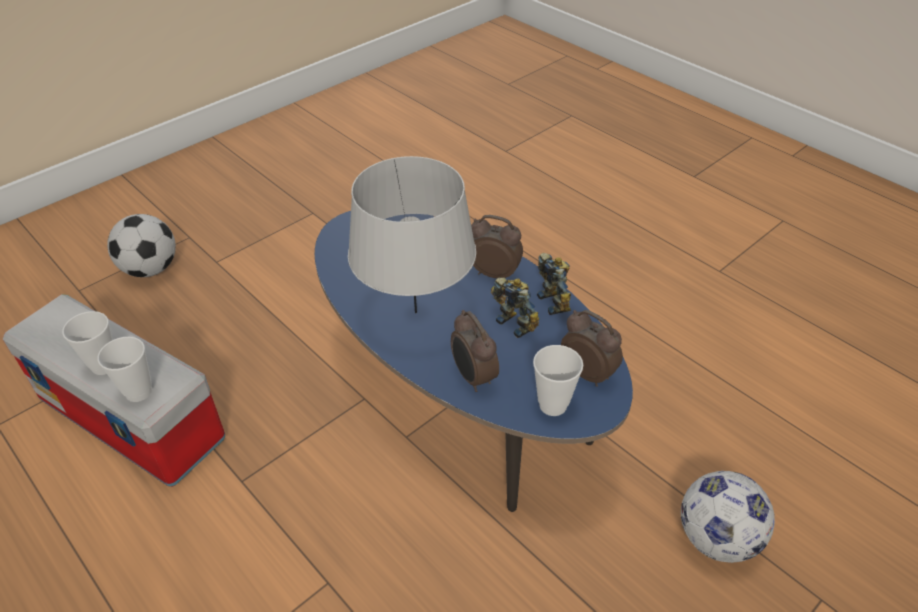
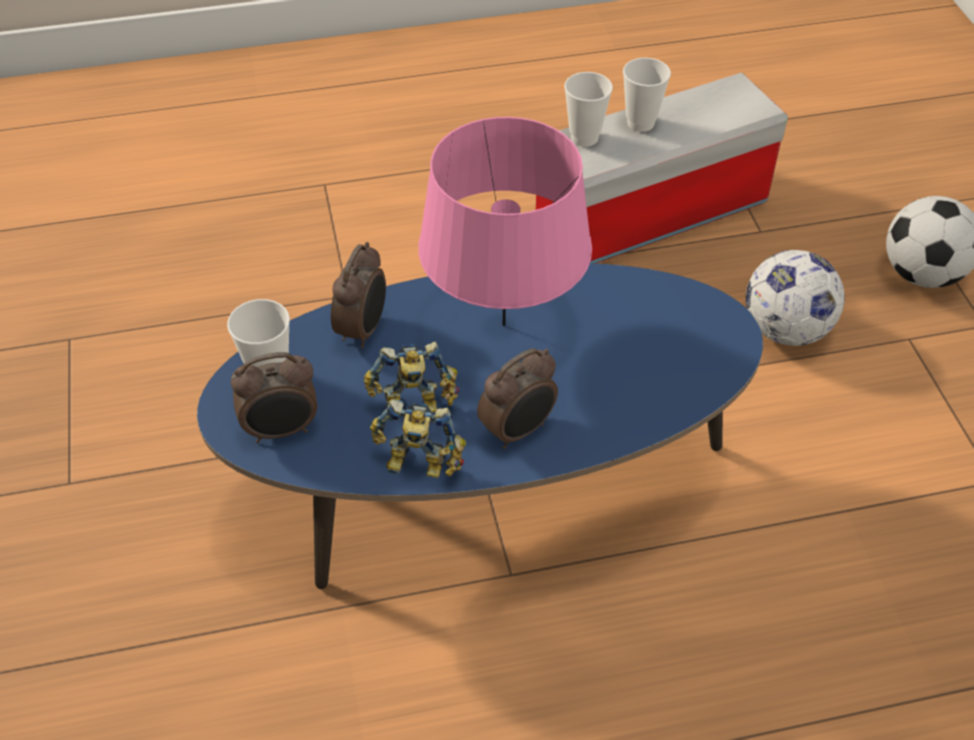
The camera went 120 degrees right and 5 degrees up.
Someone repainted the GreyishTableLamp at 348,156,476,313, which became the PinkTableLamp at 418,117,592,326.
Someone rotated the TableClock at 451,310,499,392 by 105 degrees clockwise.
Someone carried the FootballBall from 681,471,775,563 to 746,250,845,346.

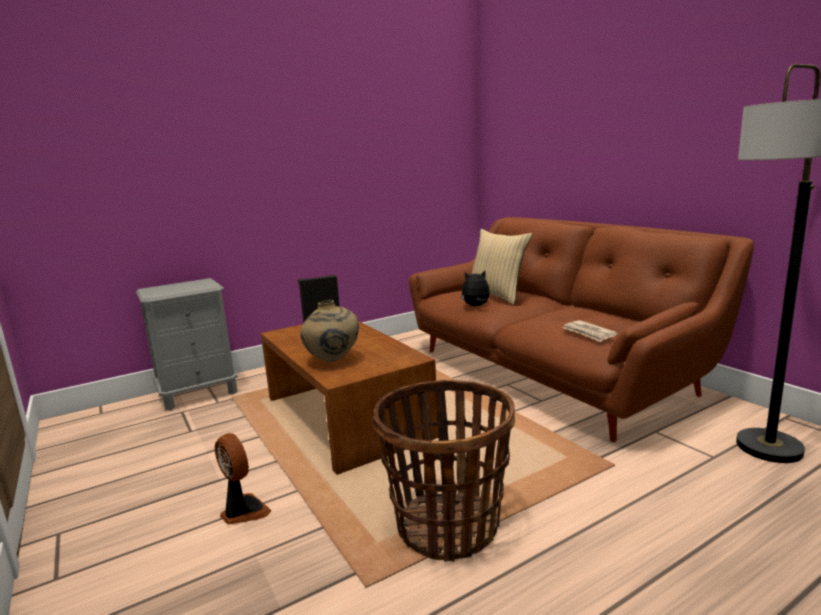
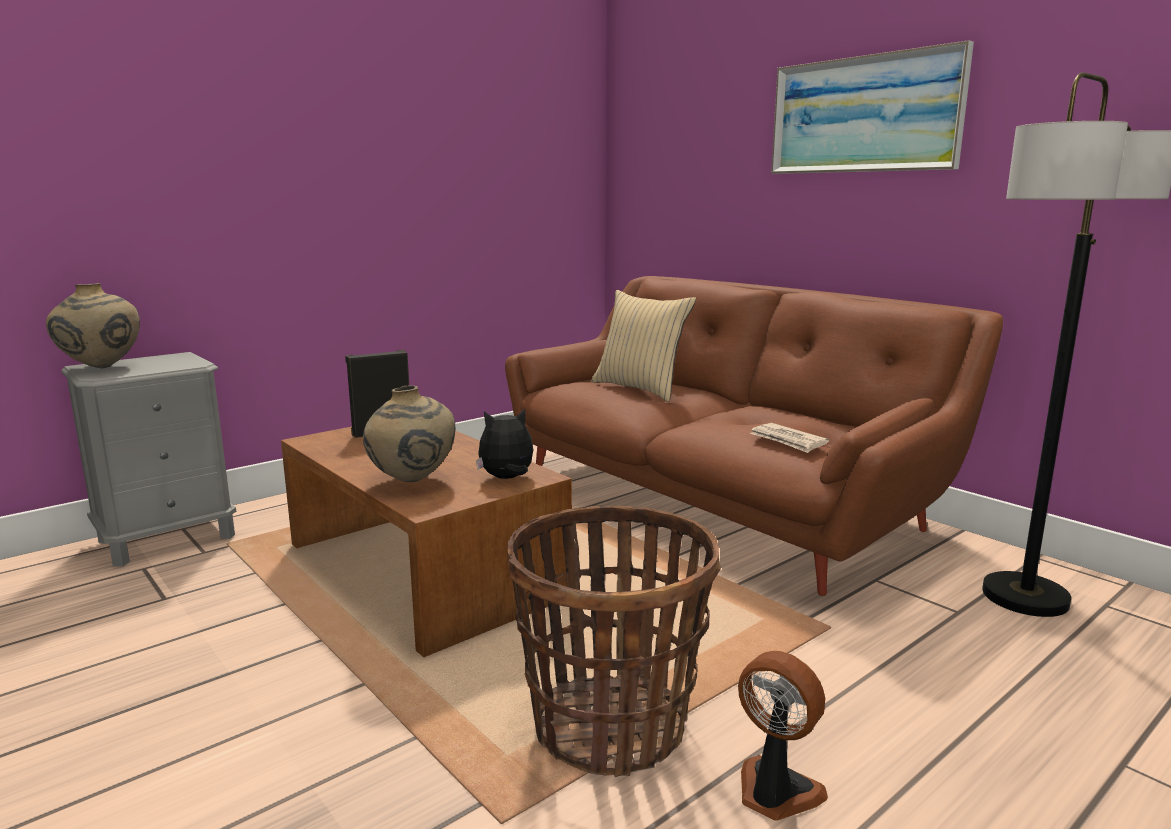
The camera went 10 degrees left and 0 degrees up.
Someone carried the Fan from 215,433,272,525 to 738,651,828,821.
Someone carried the CuddlyToy from 461,271,490,306 to 476,409,533,479.
Someone put down the SandColouredDecorativeVase at 46,283,140,368.
Someone put up the Picture at 771,40,974,174.

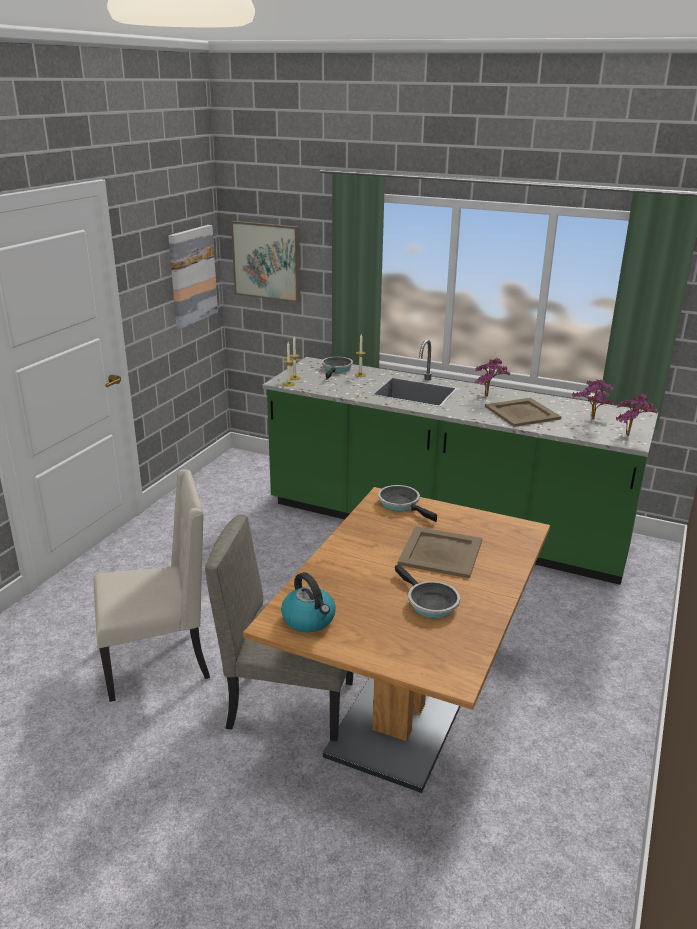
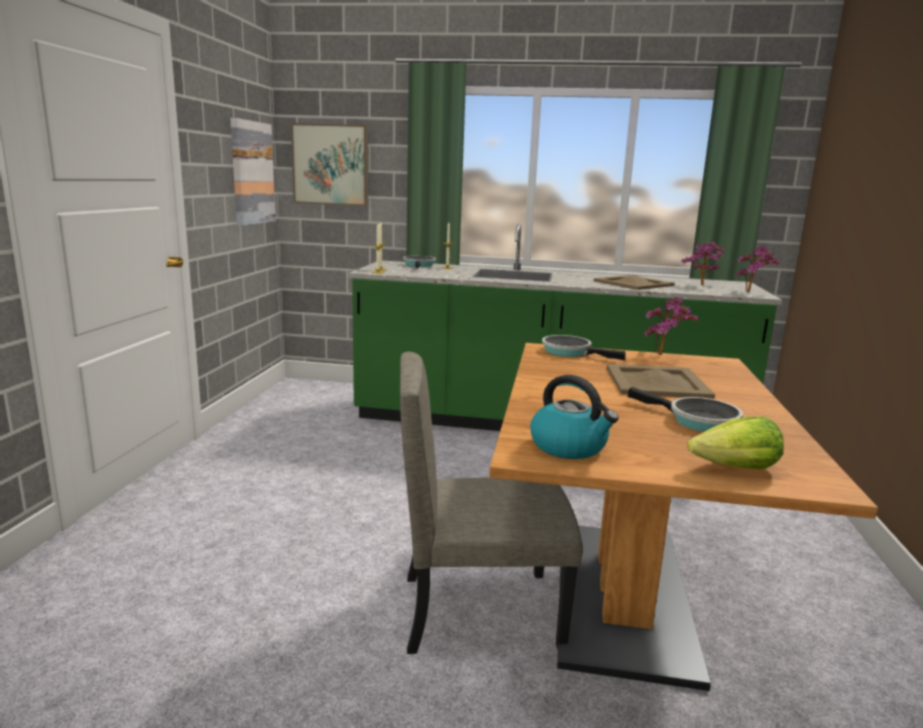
The camera went 15 degrees left and 10 degrees down.
Someone took away the SandColouredPlainChair at 94,469,210,702.
Someone carried the Houseplant from 475,358,510,397 to 644,297,698,355.
Someone put down the Lettuce at 687,417,784,469.

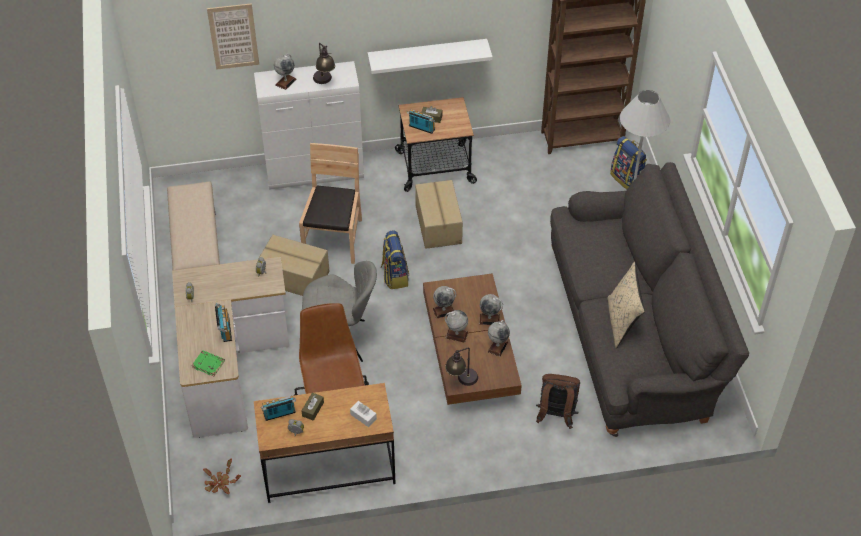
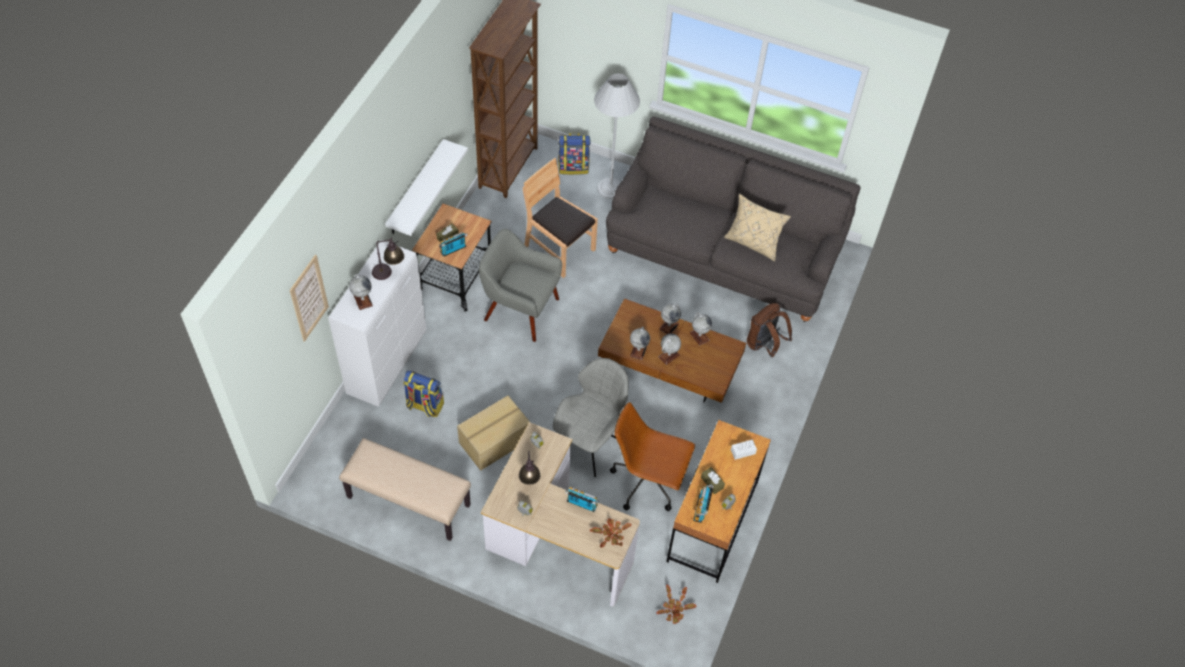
The camera went 60 degrees left and 5 degrees up.
Someone swapped the GreenColouredBook at 192,350,225,376 for the Houseplant at 590,518,631,548.
Someone carried the BrownishPlainChair from 299,143,362,264 to 523,158,598,278.
Someone carried the Rucksack from 381,231,409,289 to 403,370,444,417.
Someone swapped the Carton at 415,180,463,249 for the GreyishEasyChair at 479,229,562,342.
Someone carried the TableLamp from 445,347,478,386 to 519,451,540,485.

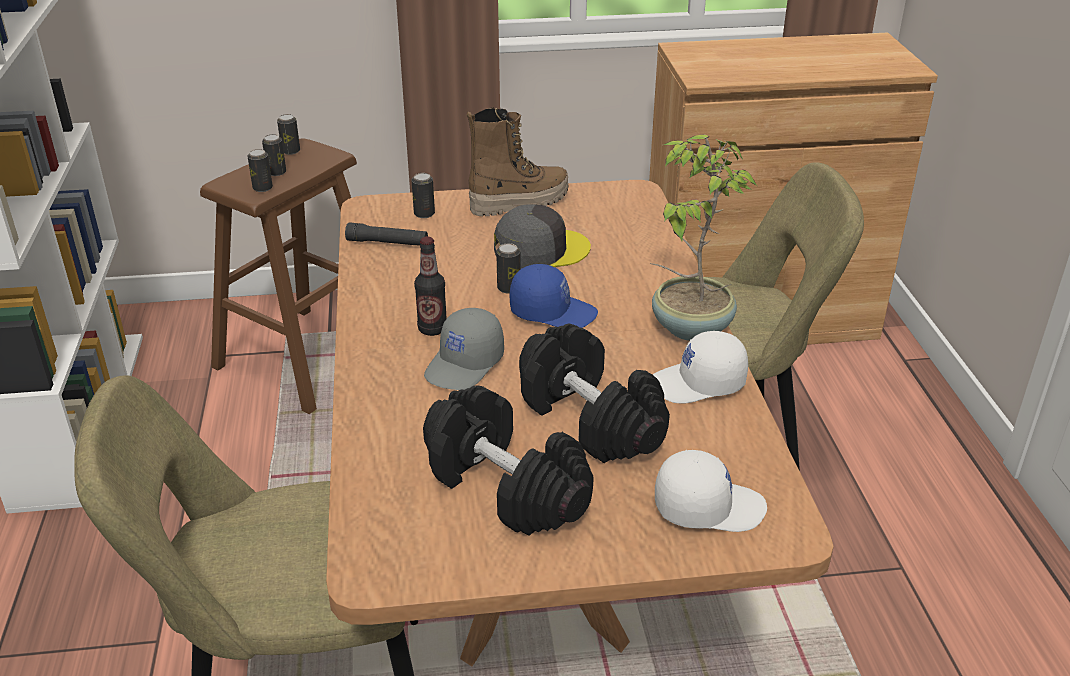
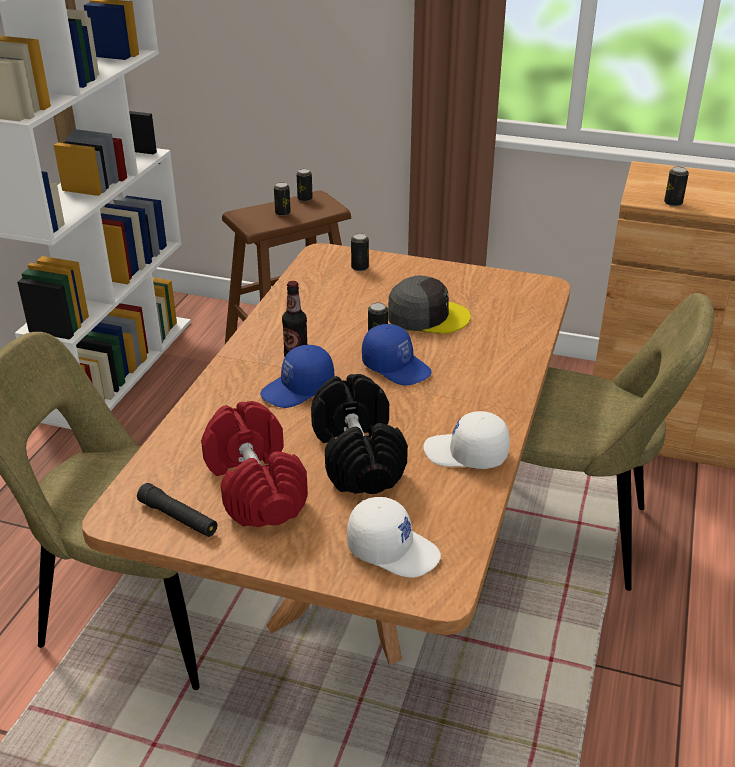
The camera went 25 degrees right and 0 degrees up.
Someone carried the MetalCan from 247,149,273,192 to 664,166,689,206.
Someone carried the BlackHandTorch from 345,222,428,246 to 137,483,217,537.
Someone repainted the BlackFreeWeight at 423,385,594,536, which became the RedColouredFreeWeight at 201,401,308,527.
Someone repainted the GreyishCap at 424,308,504,390, which became the BluishCap at 260,345,334,408.
Someone took away the Boot at 467,107,569,216.
Someone took away the Houseplant at 650,135,757,341.

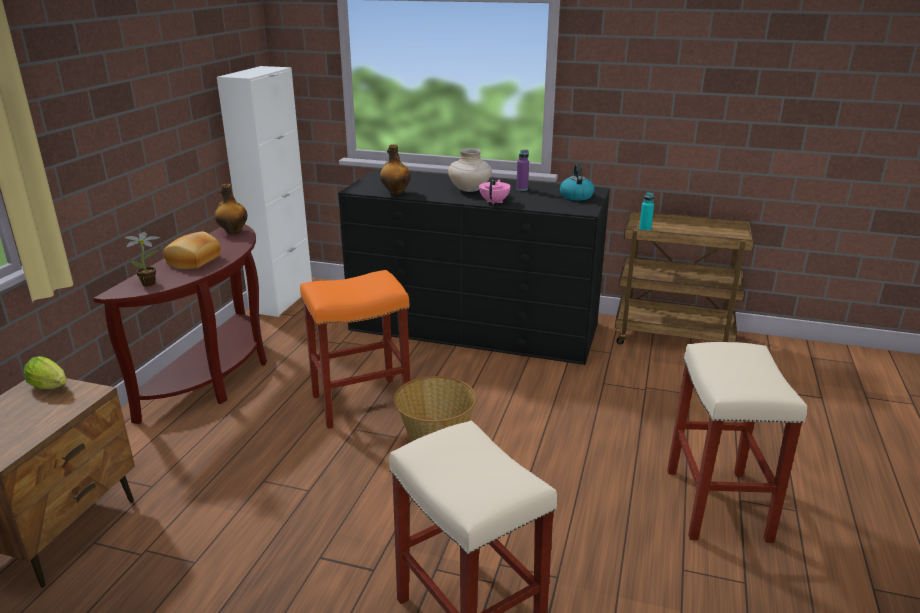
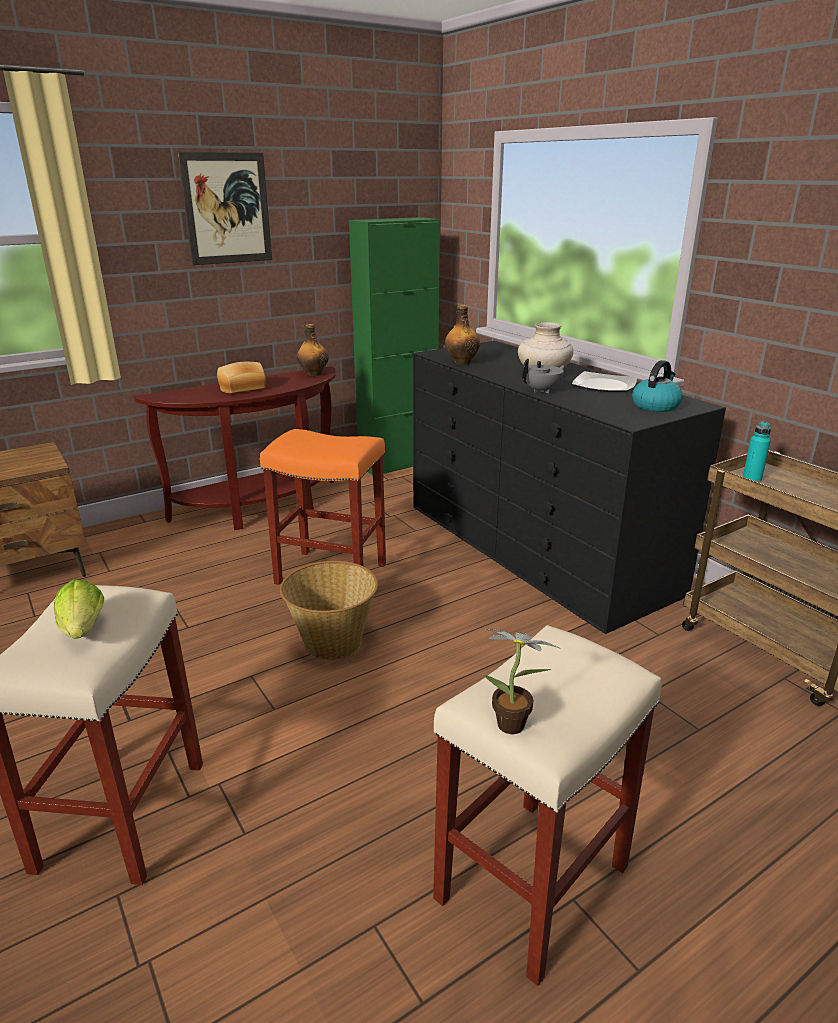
The camera went 40 degrees right and 0 degrees up.
Someone carried the Lettuce from 24,356,67,389 to 54,580,104,639.
Someone carried the Houseplant from 124,232,160,287 to 482,629,559,734.
Someone repainted the WhitishStorageCabinet at 217,66,312,317, which became the GreenColouredStorageCabinet at 349,217,440,475.
Someone repainted the PinkPotForTea at 479,179,511,204, which became the GreyishPotForTea at 521,358,566,394.
Someone swapped the PurplishBottle at 516,149,529,191 for the FlatDish at 572,371,637,392.
Someone put up the Picture at 177,152,272,265.

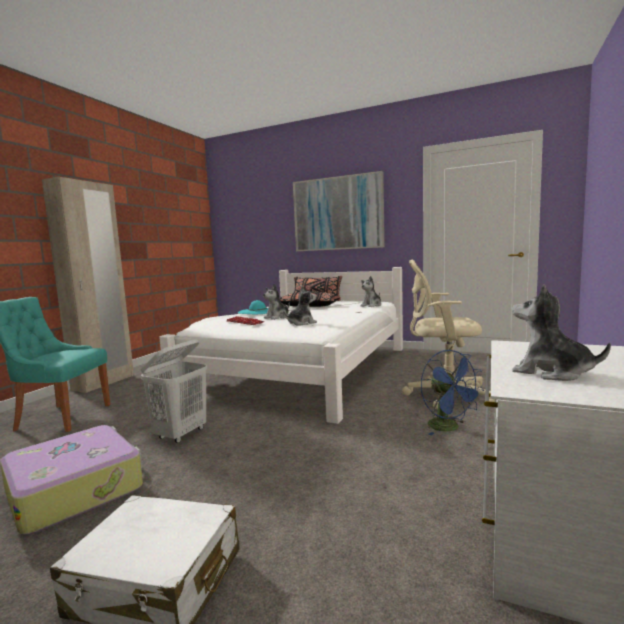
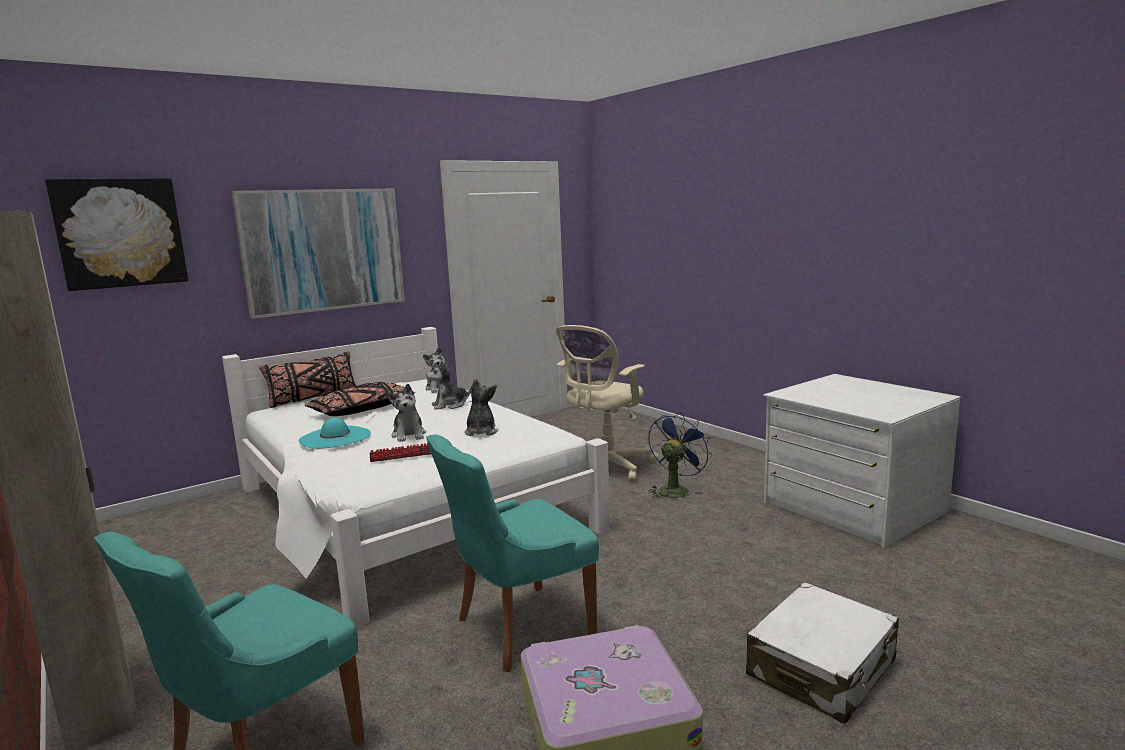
The camera went 60 degrees left and 5 degrees up.
Someone swapped the WhitishHamper at 141,339,207,443 for the BlueGreenPlainChair at 426,435,599,672.
Someone rotated the BluishFan at 421,350,484,435 by 60 degrees counterclockwise.
Someone carried the CuddlyToy from 512,284,611,381 to 426,361,473,410.
Someone put up the Picture at 45,178,188,291.

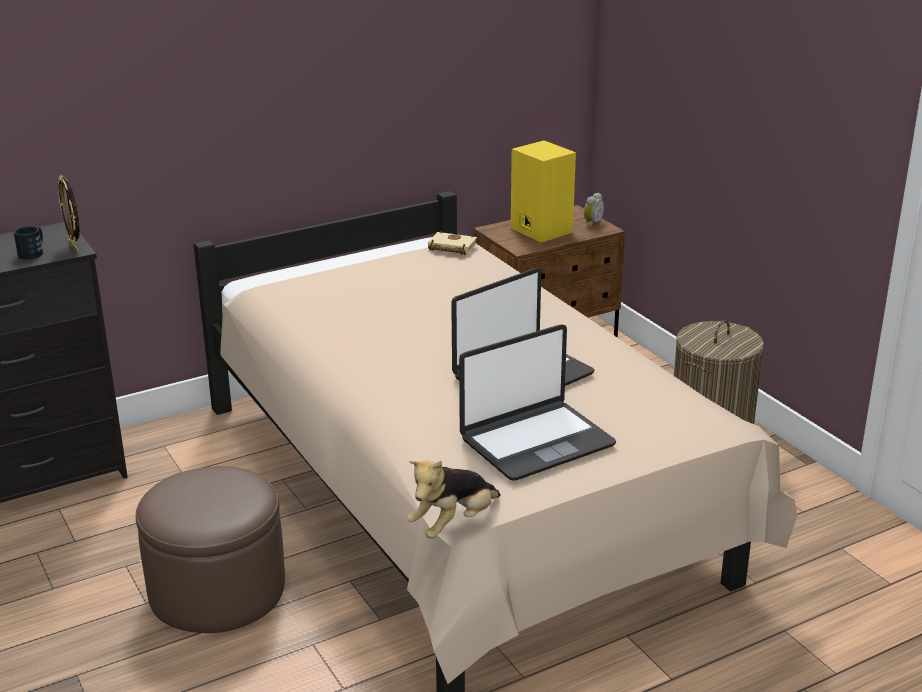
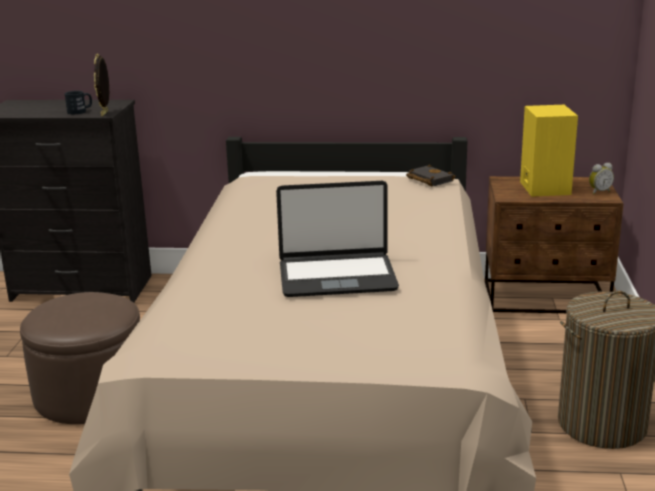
The camera went 35 degrees right and 5 degrees down.
Someone took away the CuddlyToy at 407,461,500,539.
Someone repainted the SandColouredBook at 428,230,477,255, which became the BlackBook at 406,165,455,187.
Someone took away the Laptop at 459,325,616,481.

